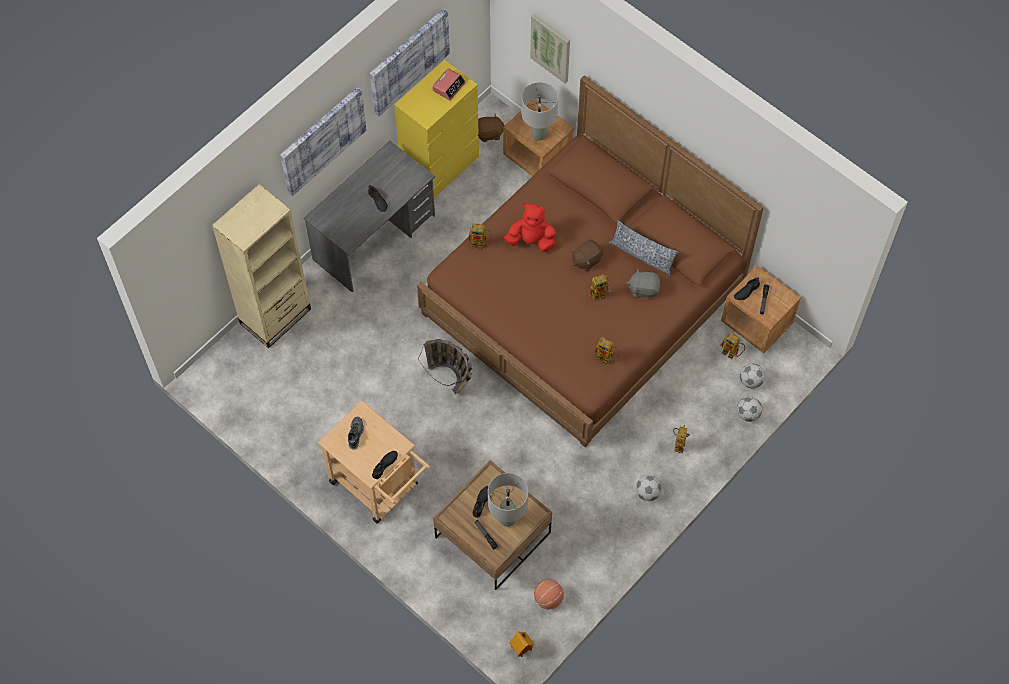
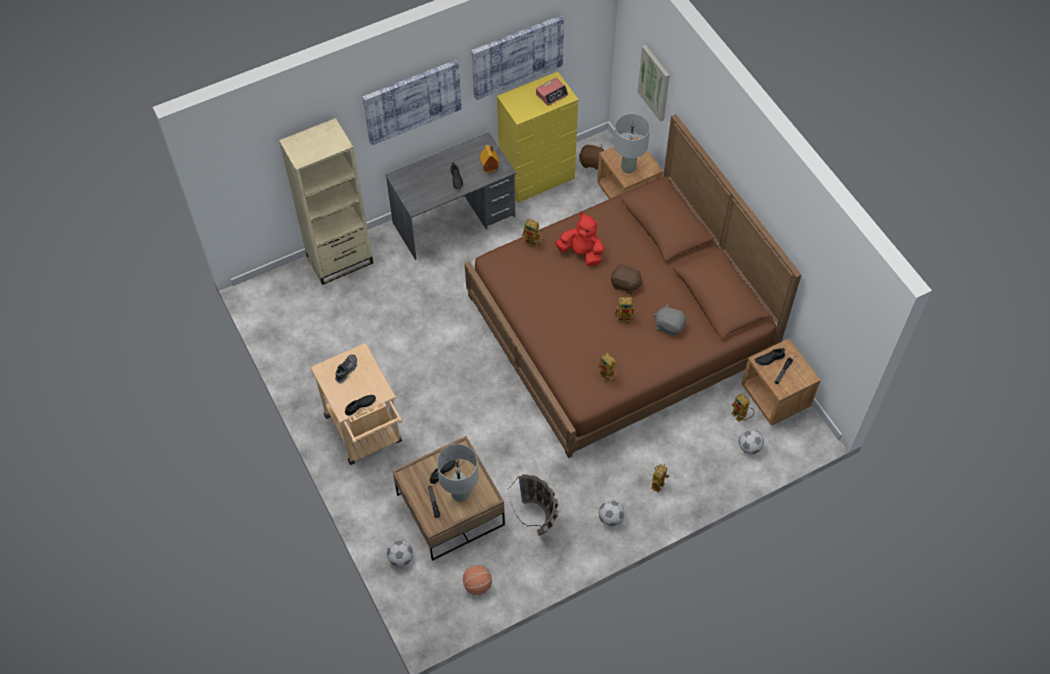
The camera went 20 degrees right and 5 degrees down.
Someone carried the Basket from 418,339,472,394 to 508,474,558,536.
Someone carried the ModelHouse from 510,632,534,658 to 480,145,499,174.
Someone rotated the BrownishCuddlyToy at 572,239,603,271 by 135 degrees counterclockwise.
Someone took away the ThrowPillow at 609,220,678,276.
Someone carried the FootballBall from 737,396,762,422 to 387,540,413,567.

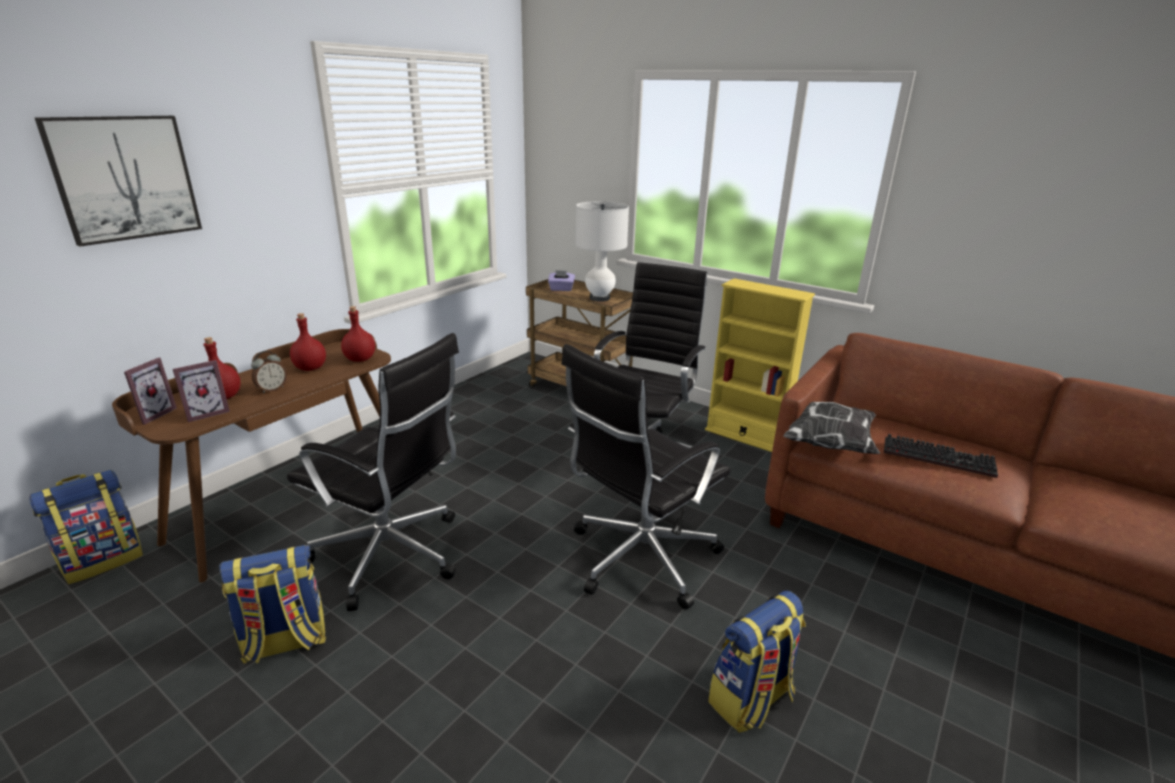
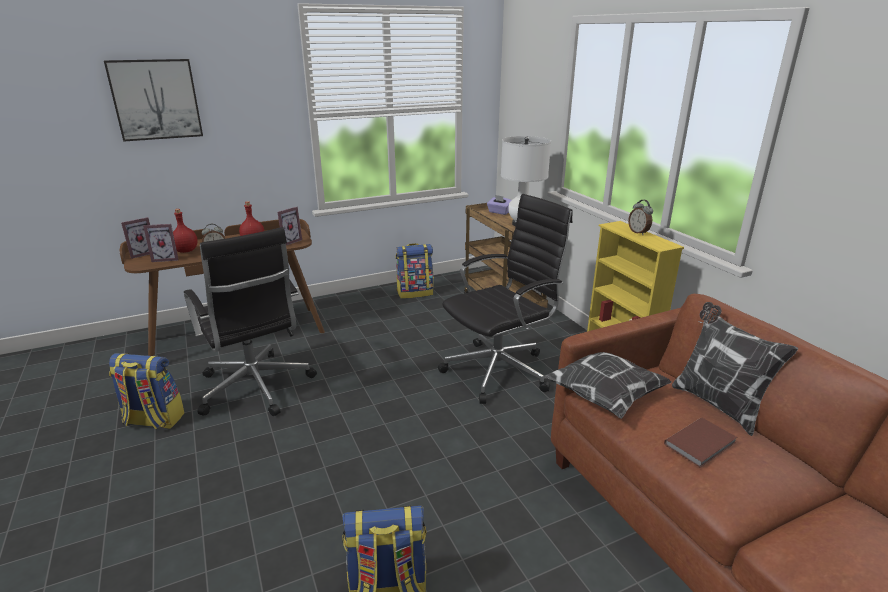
The camera went 30 degrees right and 0 degrees up.
Someone carried the Rucksack from 29,470,143,584 to 396,243,434,299.
Someone swapped the RedColouredBottle at 341,306,375,362 for the PhotoFrame at 277,207,302,245.
Someone took away the BlackOfficeChair at 561,344,731,610.
Someone swapped the PcKeyboard at 884,434,998,478 for the BrownishBook at 664,417,737,468.
Someone put down the TableClock at 628,200,653,235.
Someone put down the ThrowPillow at 672,302,798,436.

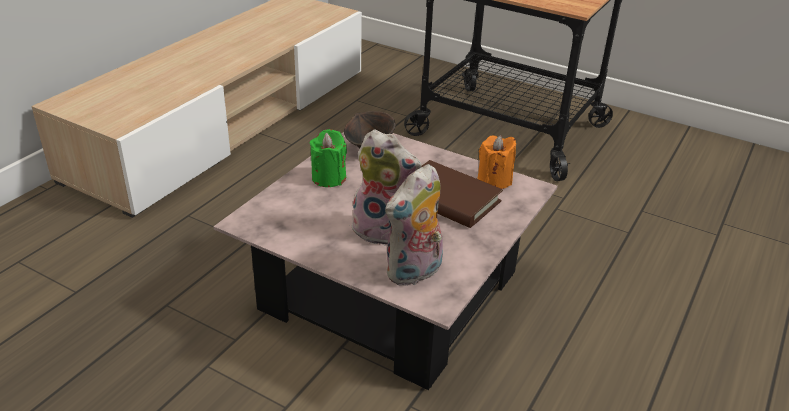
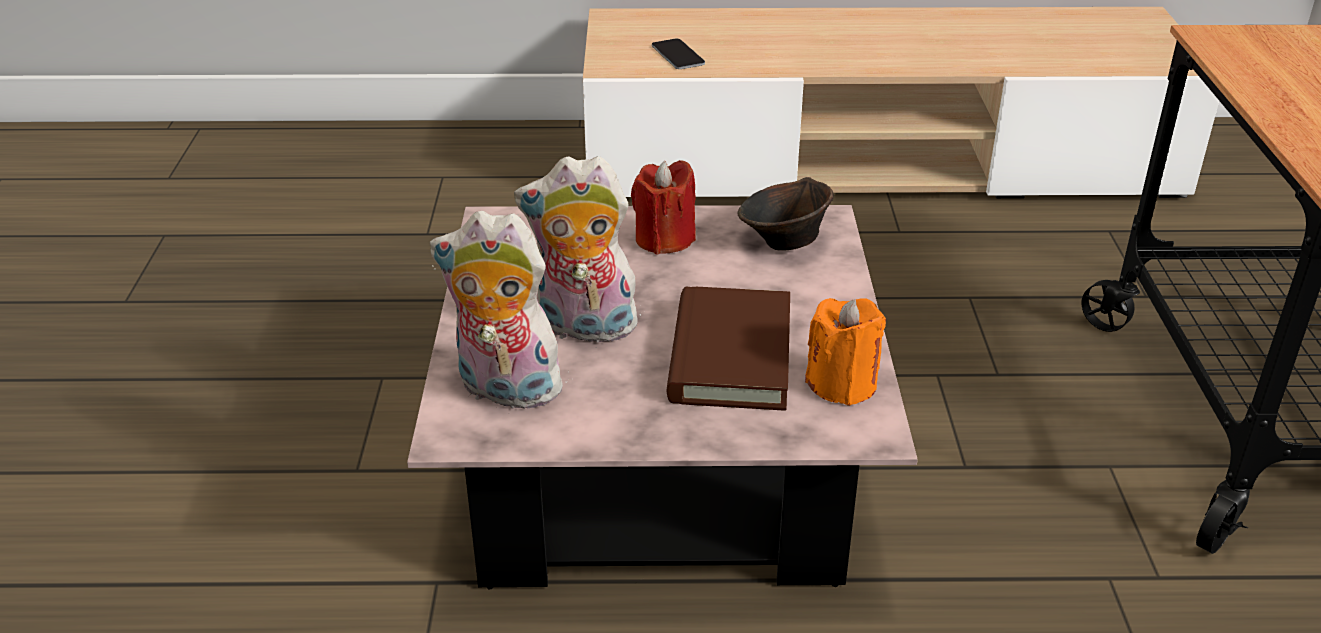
The camera went 60 degrees right and 0 degrees up.
Someone repainted the GreenColouredWaxCandle at 310,129,347,187, which became the RedColouredWaxCandle at 631,160,696,255.
Someone rotated the CuddlyToy at 349,129,422,246 by 105 degrees clockwise.
Someone put down the Telephone at 652,39,705,69.

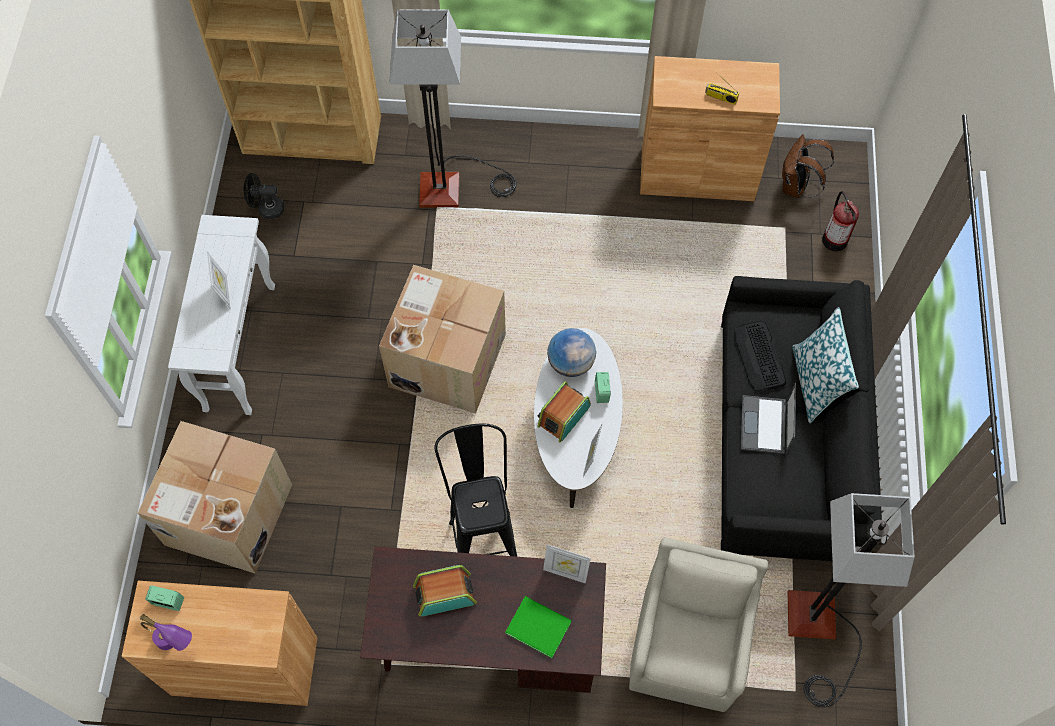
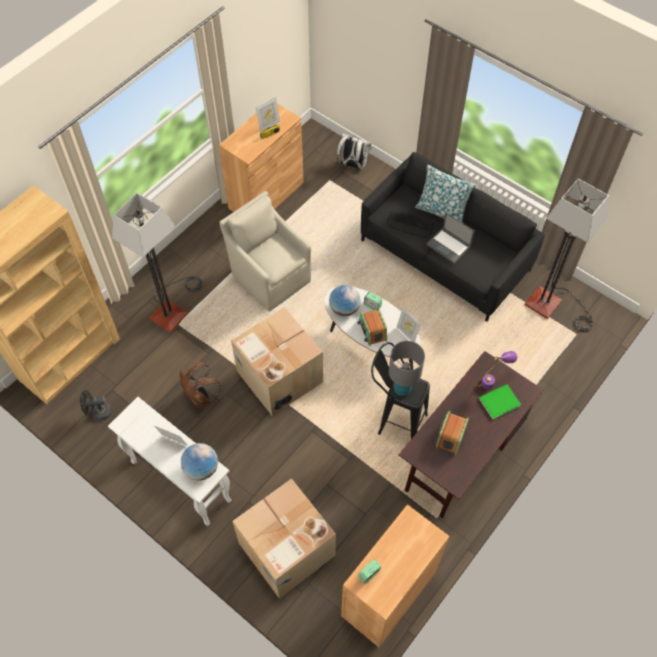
The camera went 55 degrees left and 5 degrees down.
Someone carried the PurplishTableLamp from 140,614,192,651 to 477,351,517,389.
Someone rotated the BlackFan at 243,173,284,219 by 45 degrees clockwise.
Someone carried the PhotoFrame from 543,544,591,584 to 256,97,280,131.
Someone carried the SandColouredEasyChair from 629,537,768,712 to 219,191,311,312.
Someone carried the BrownishRucksack from 782,134,834,198 to 180,362,221,408.
Someone swapped the FireFightingCylinder at 822,191,859,251 for the WhitishRucksack at 337,133,371,169.
Someone put down the Globe at 181,443,218,481.
Someone put down the GreyishTableLamp at 389,341,425,396.

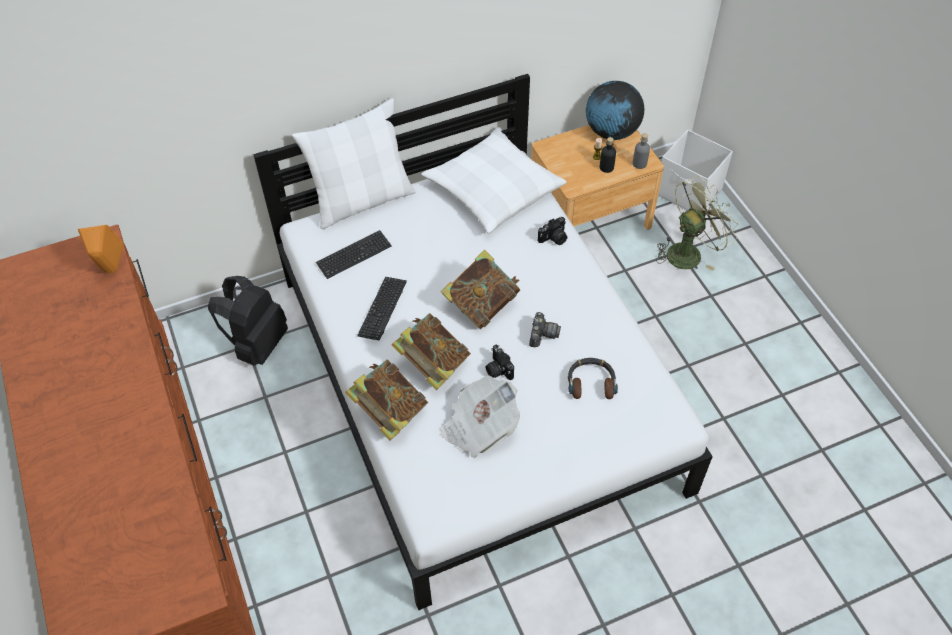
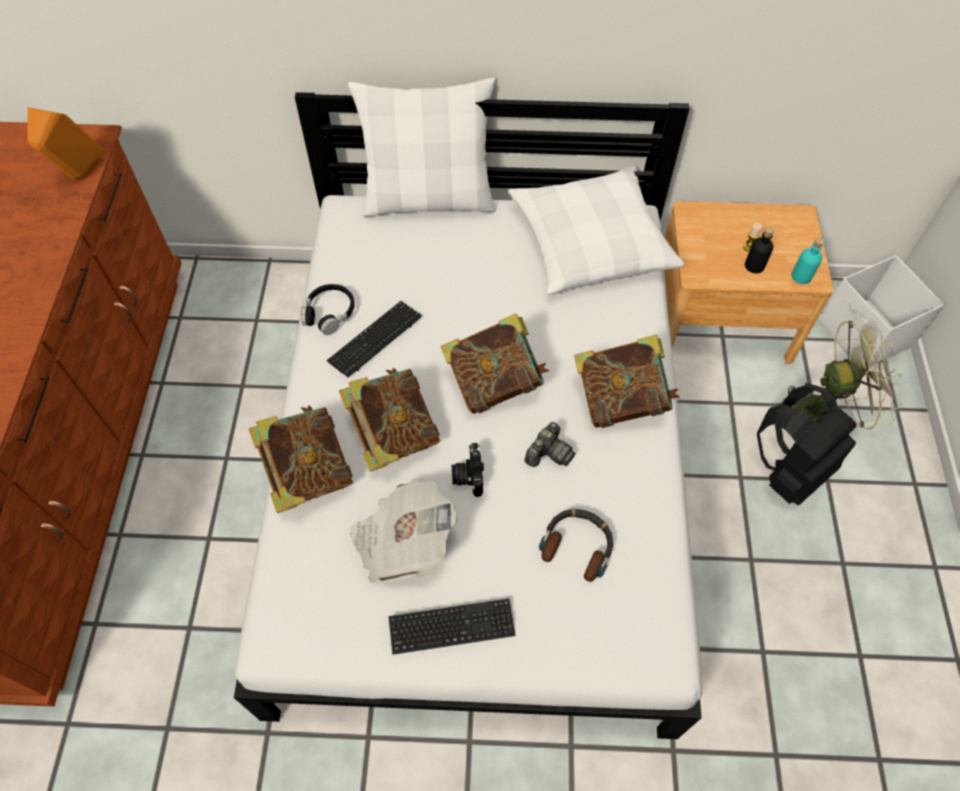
The camera went 25 degrees right and 5 degrees up.
Someone carried the BlackRucksack from 208,276,288,366 to 757,384,857,505.
Someone carried the PcKeyboard from 316,230,392,279 to 388,598,515,655.
Someone took away the StillCamera at 538,217,567,245.
Someone took away the Globe at 586,81,644,140.
Someone repainted the GreyishBottle at 633,133,650,169, which became the BlueGreenBottle at 792,237,824,284.
Someone put down the BlackHeadset at 301,284,355,335.
Someone put down the Book at 574,335,680,428.

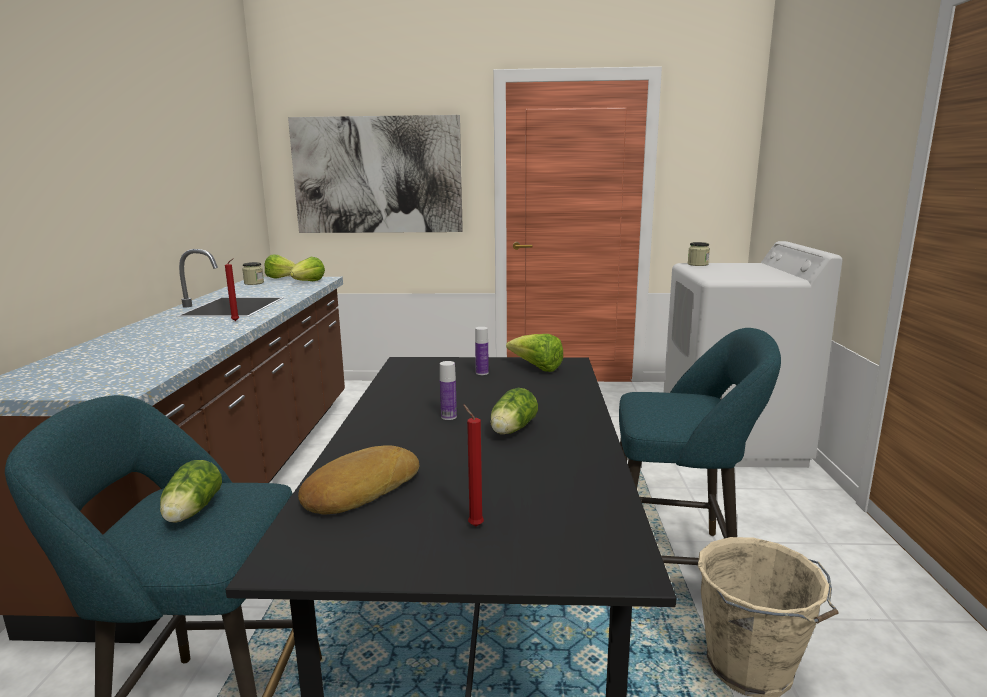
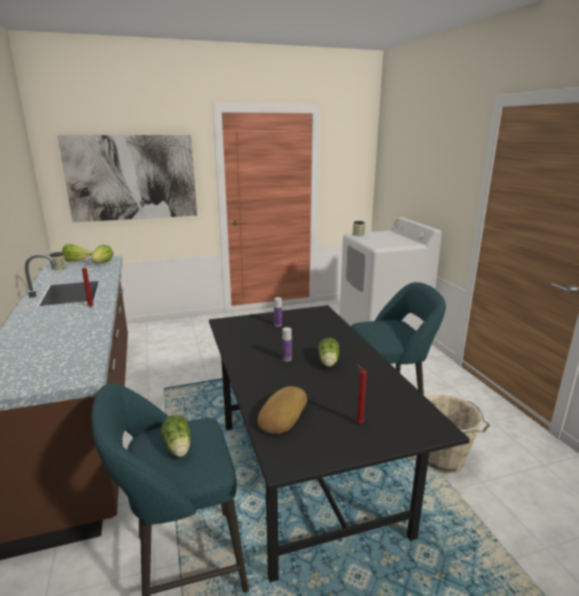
The camera went 20 degrees left and 5 degrees up.
Someone took away the Lettuce at 506,334,563,372.

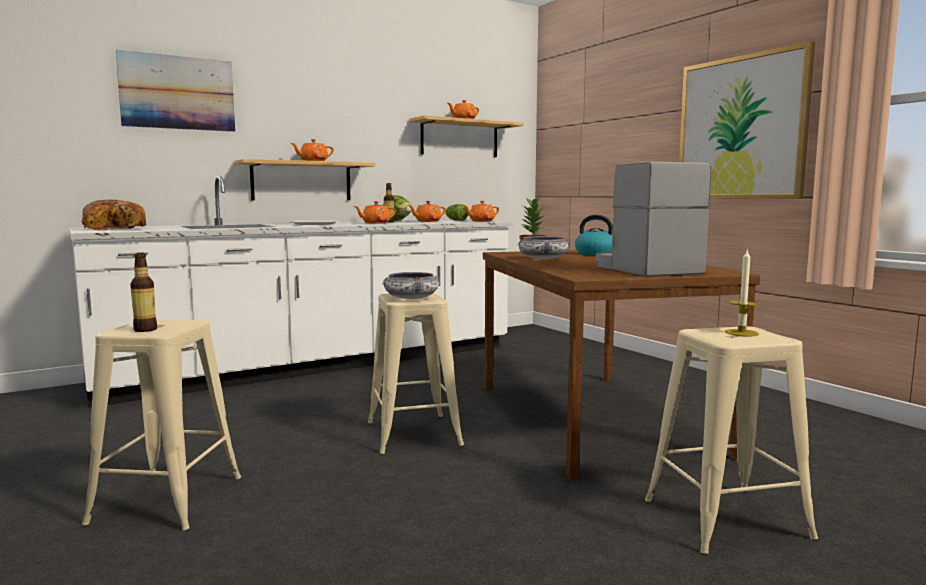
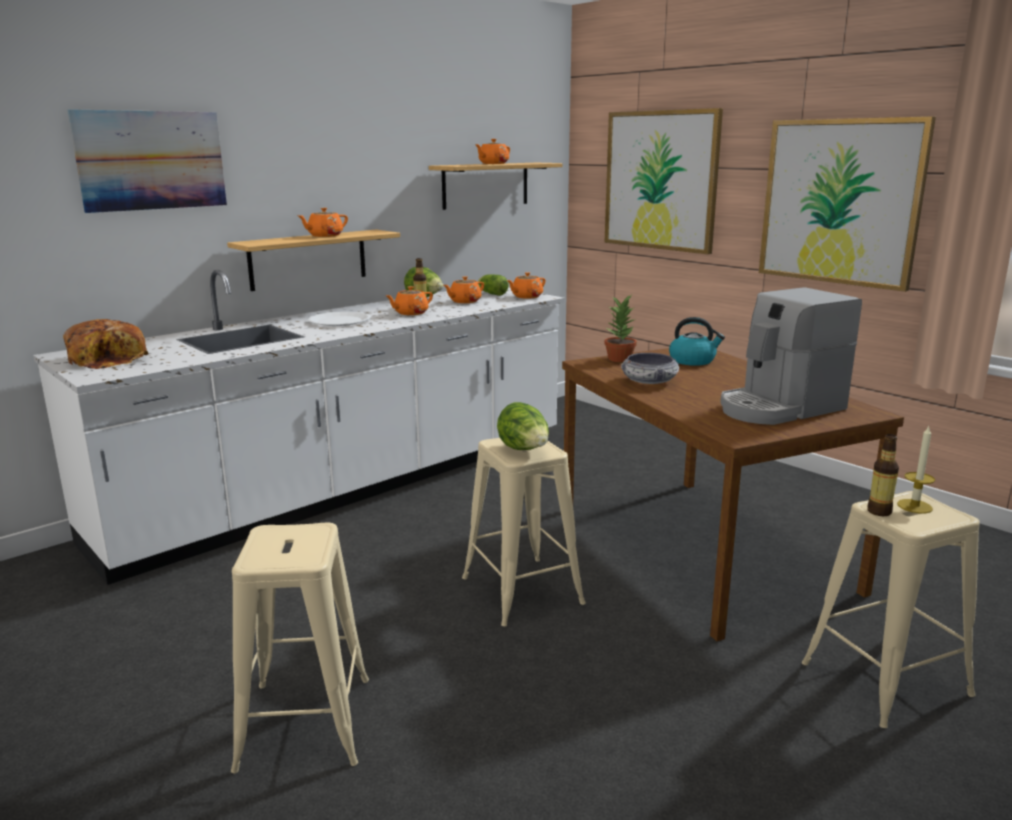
The camera went 10 degrees left and 10 degrees up.
Someone carried the Bottle from 130,253,157,332 to 867,434,899,516.
Someone swapped the ServingBowl at 382,272,440,299 for the Lettuce at 497,402,549,450.
Someone rotated the CoffeeMachine at 595,162,712,277 by 90 degrees counterclockwise.
Someone put up the Picture at 604,108,723,254.

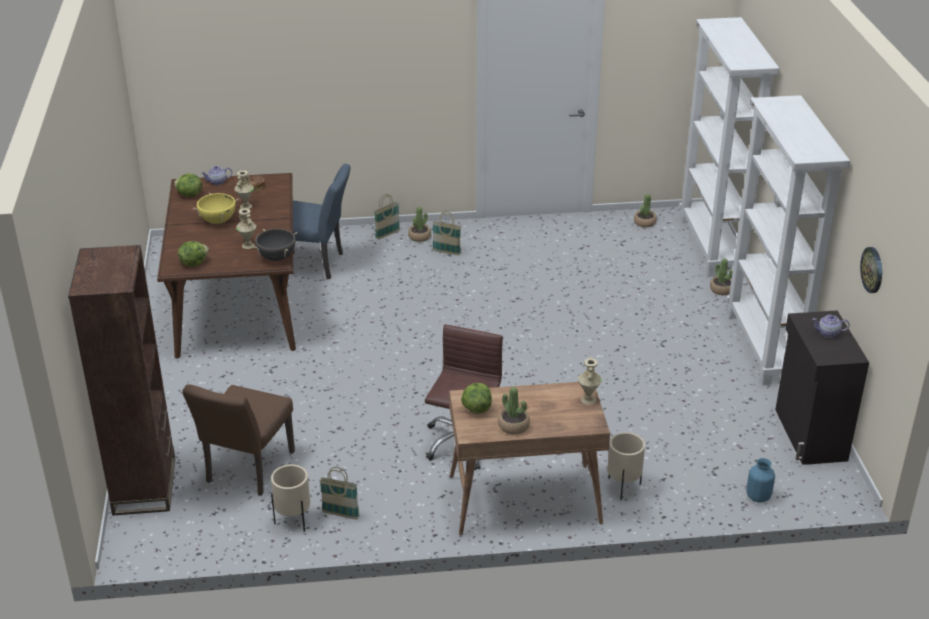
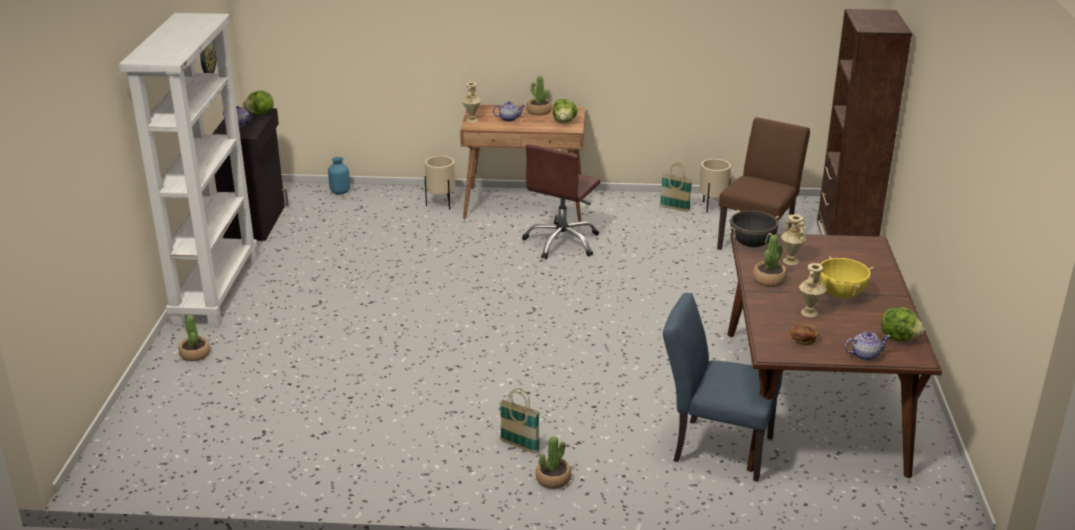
The camera went 170 degrees left and 5 degrees down.
Someone carried the Lettuce from 178,241,209,267 to 243,91,273,115.
Someone took away the Basket at 374,194,400,239.
Someone carried the Houseplant from 634,193,657,227 to 753,235,787,287.
Someone took away the WhitishBookshelf at 679,17,779,277.
Someone put down the PotForTea at 493,101,525,122.

